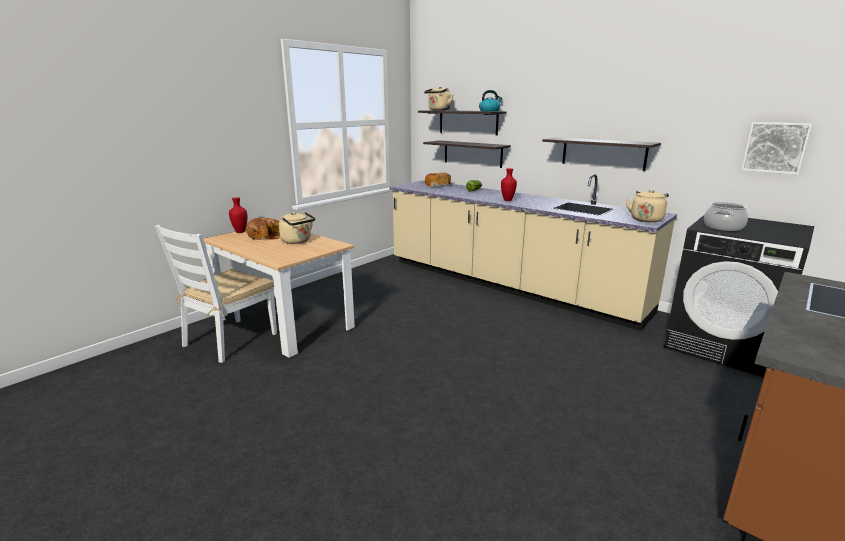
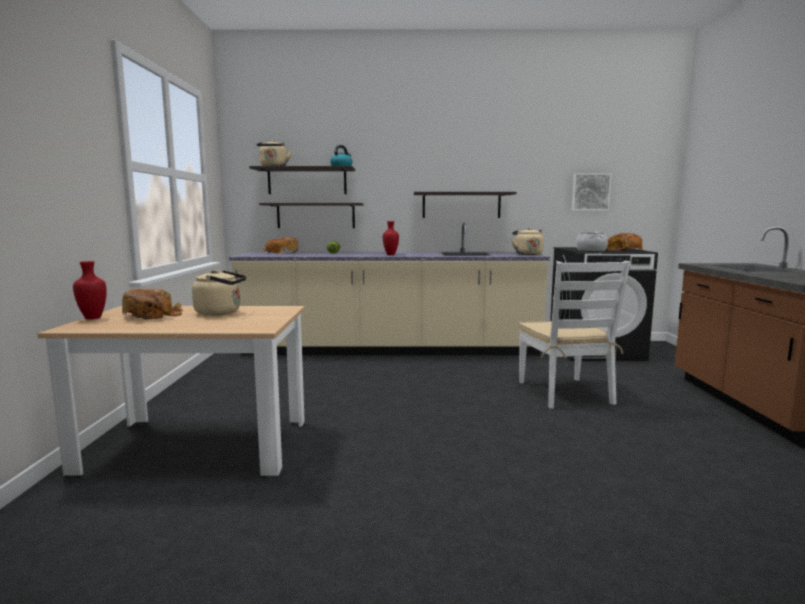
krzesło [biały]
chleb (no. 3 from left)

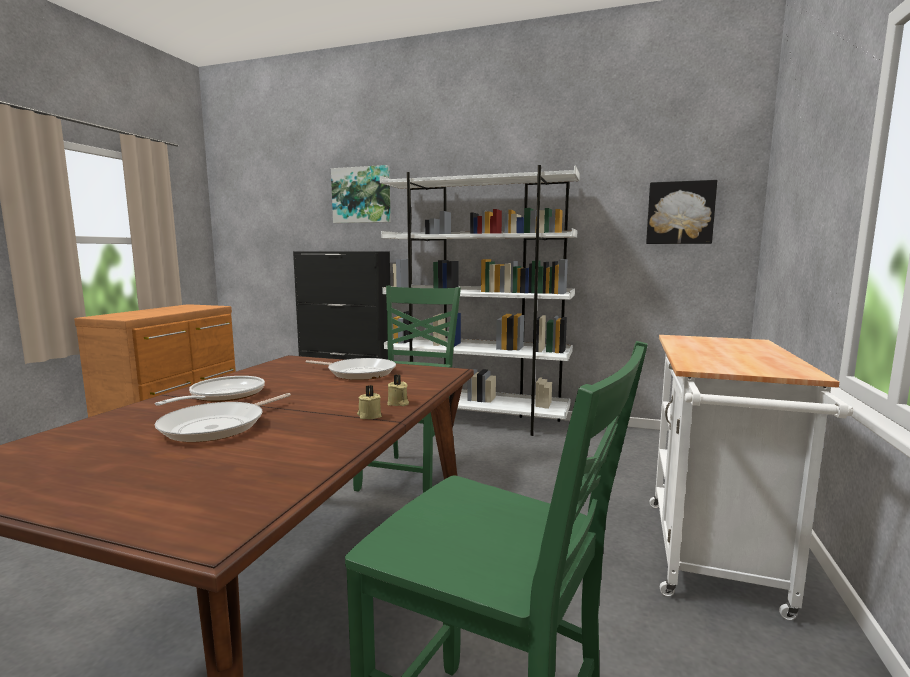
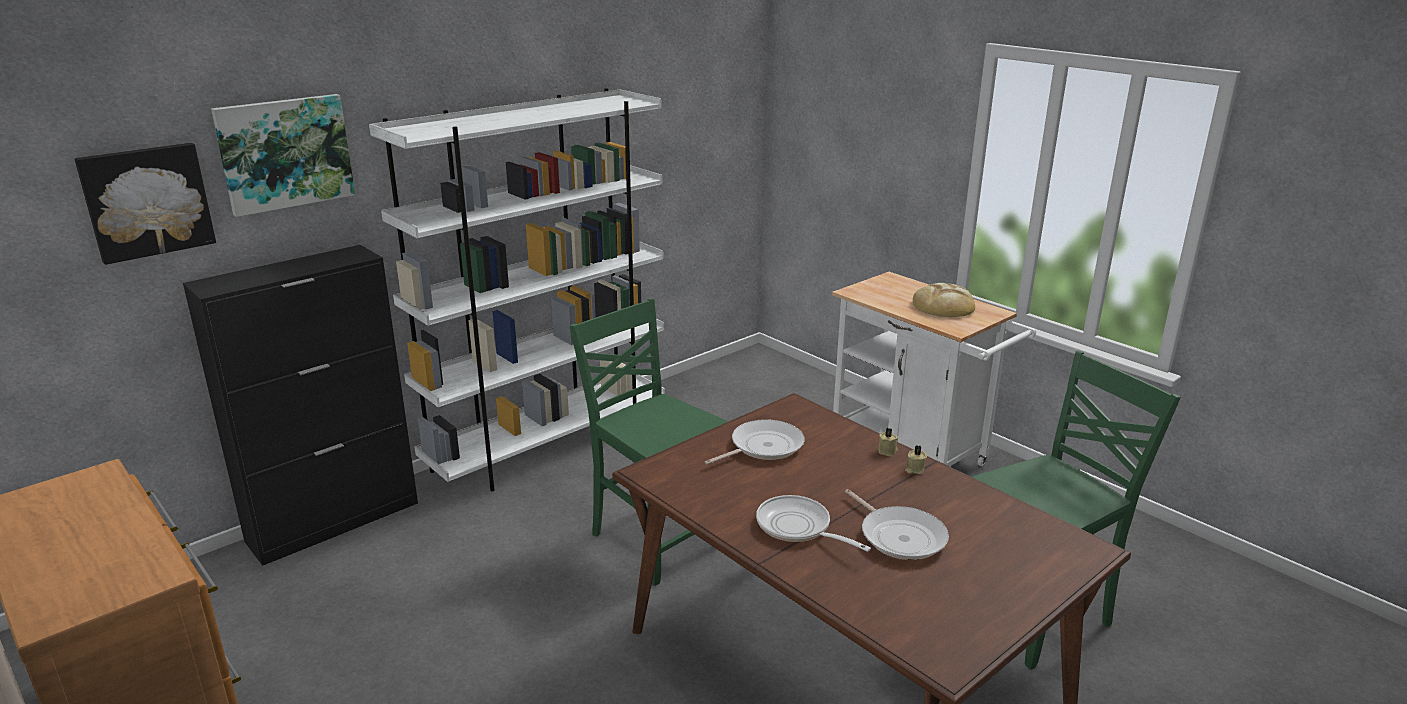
obraz (no. 1 from left)
chleb

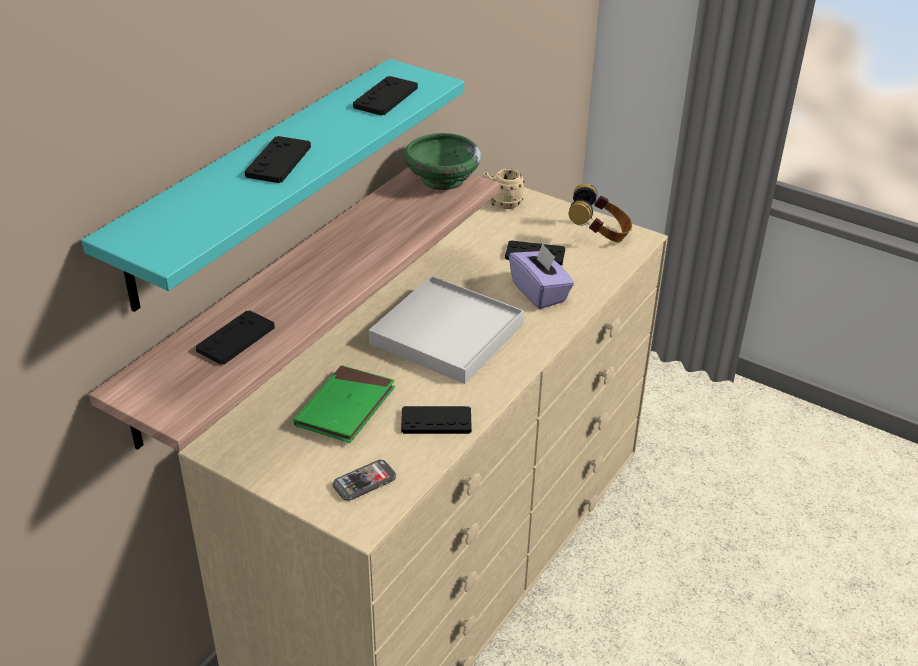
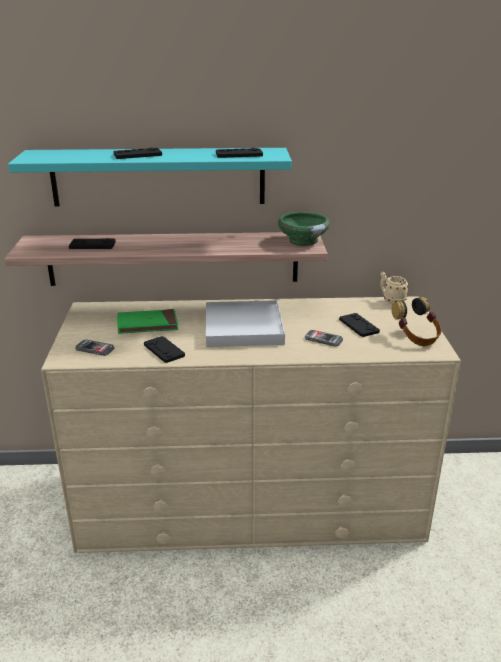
telefon (no. 2 from left)

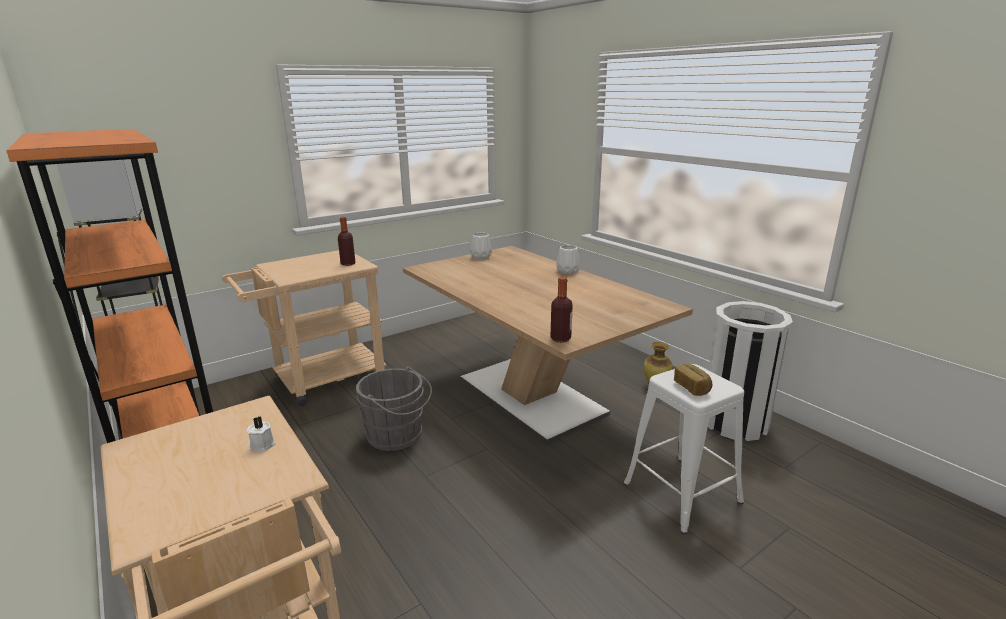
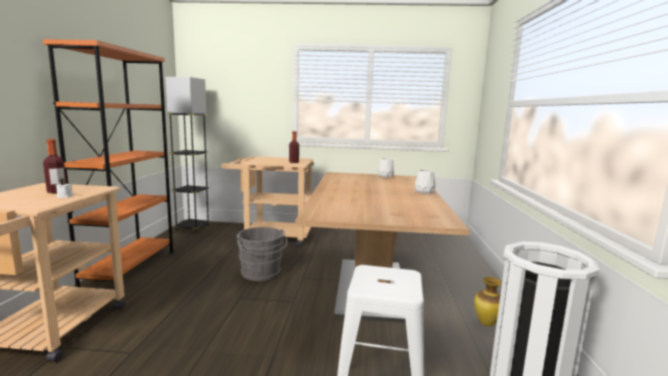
butelka (no. 1 from left)
chleb

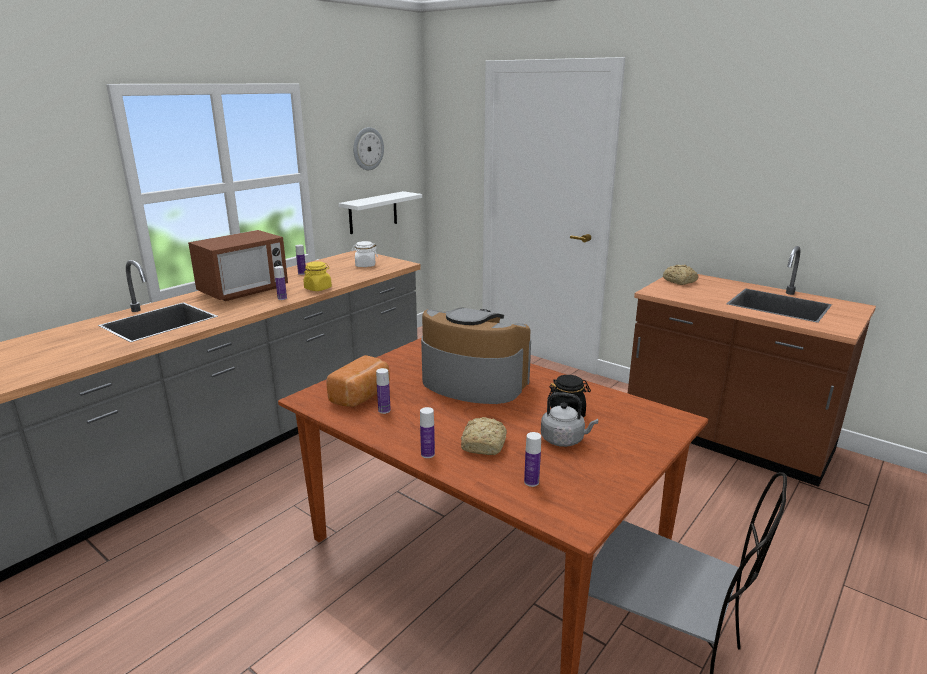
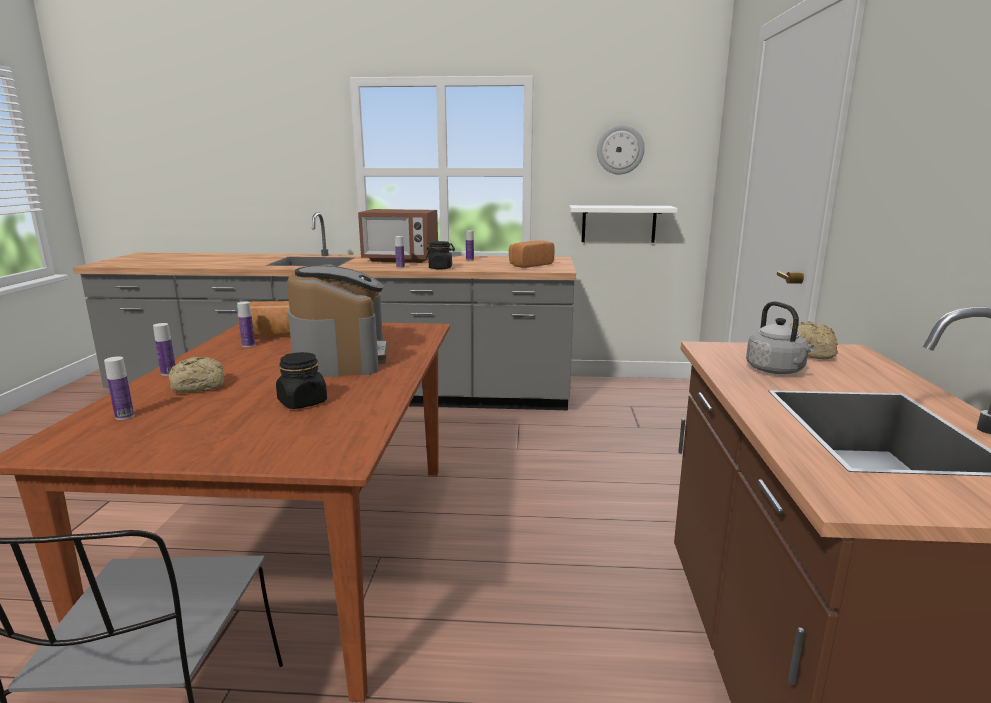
słoik [czarny] (no. 2 from left)
chleb (no. 3 from left)
czajnik [szary]

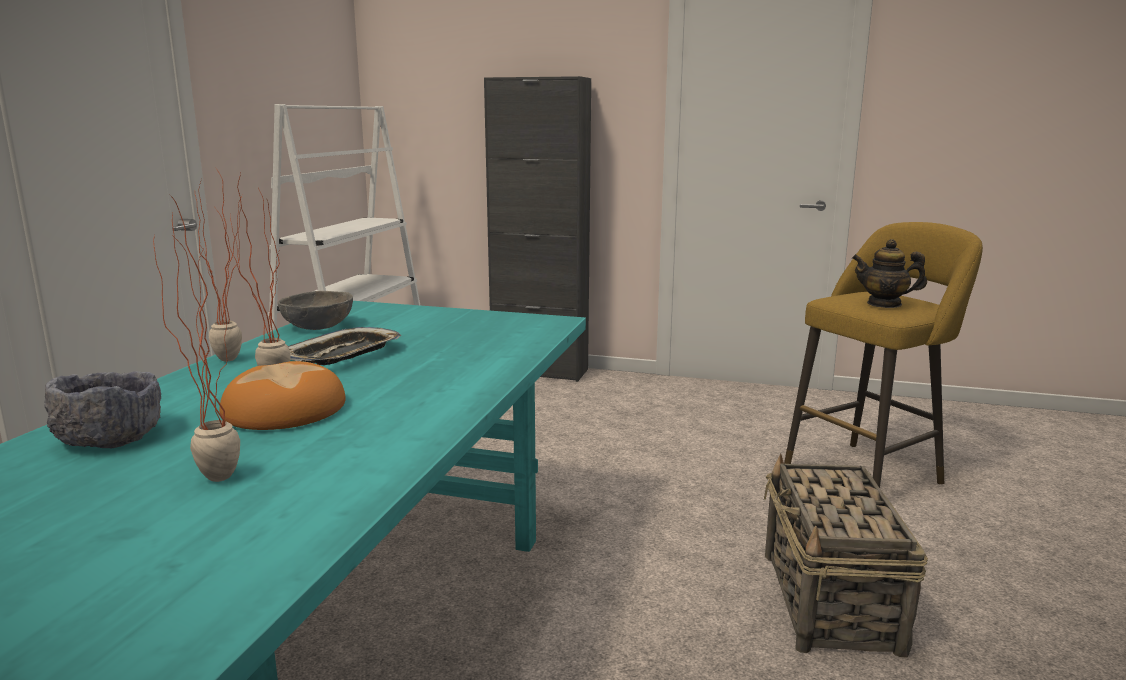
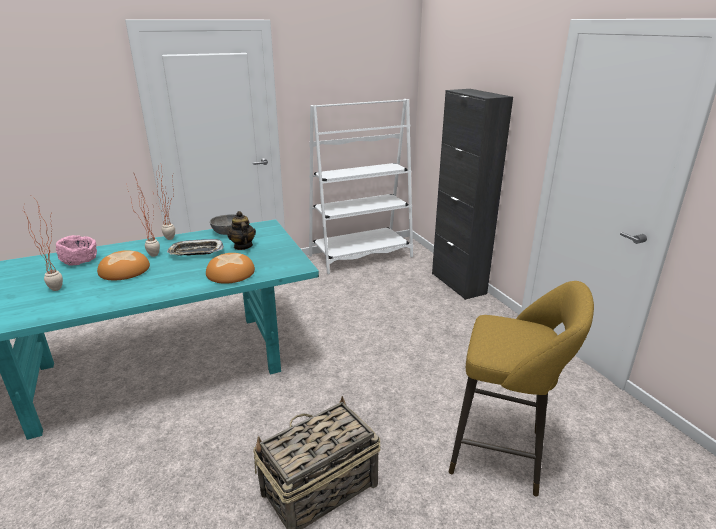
miska [różowy]
chleb (no. 2 from left)
imbryk

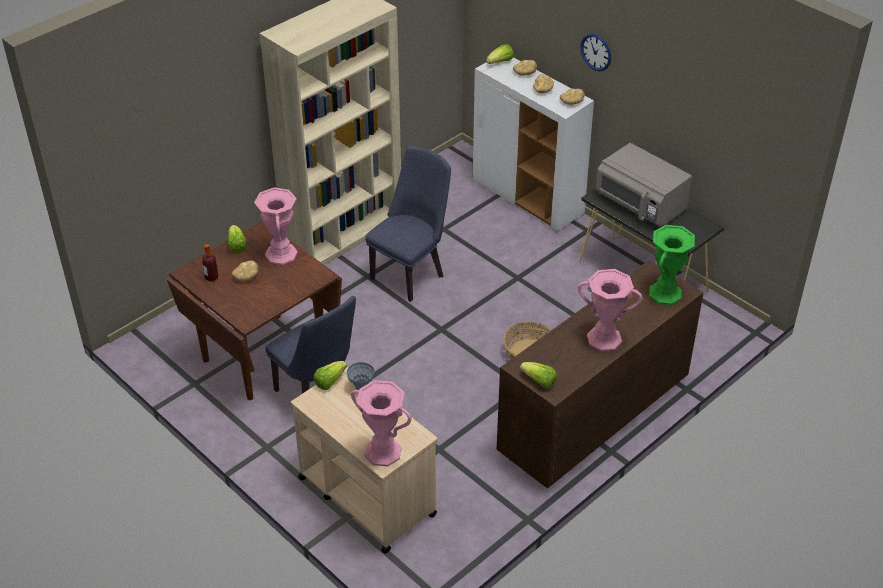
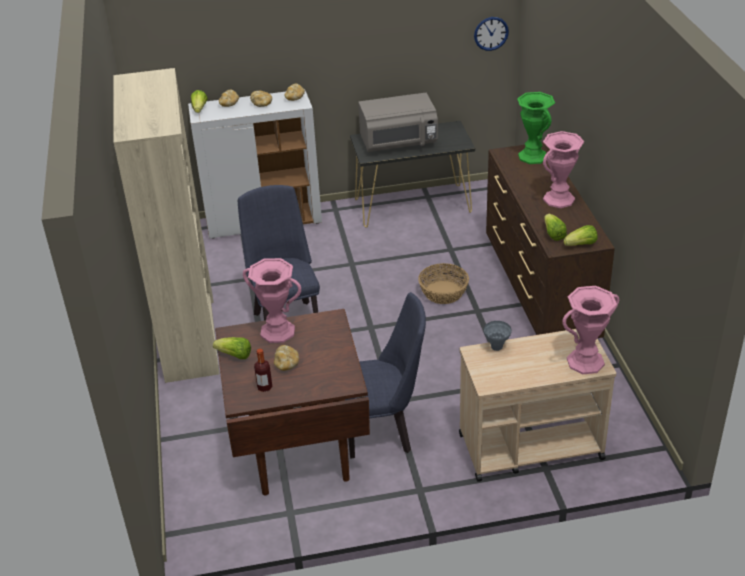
zegar ścienny
sałata (no. 3 from left)

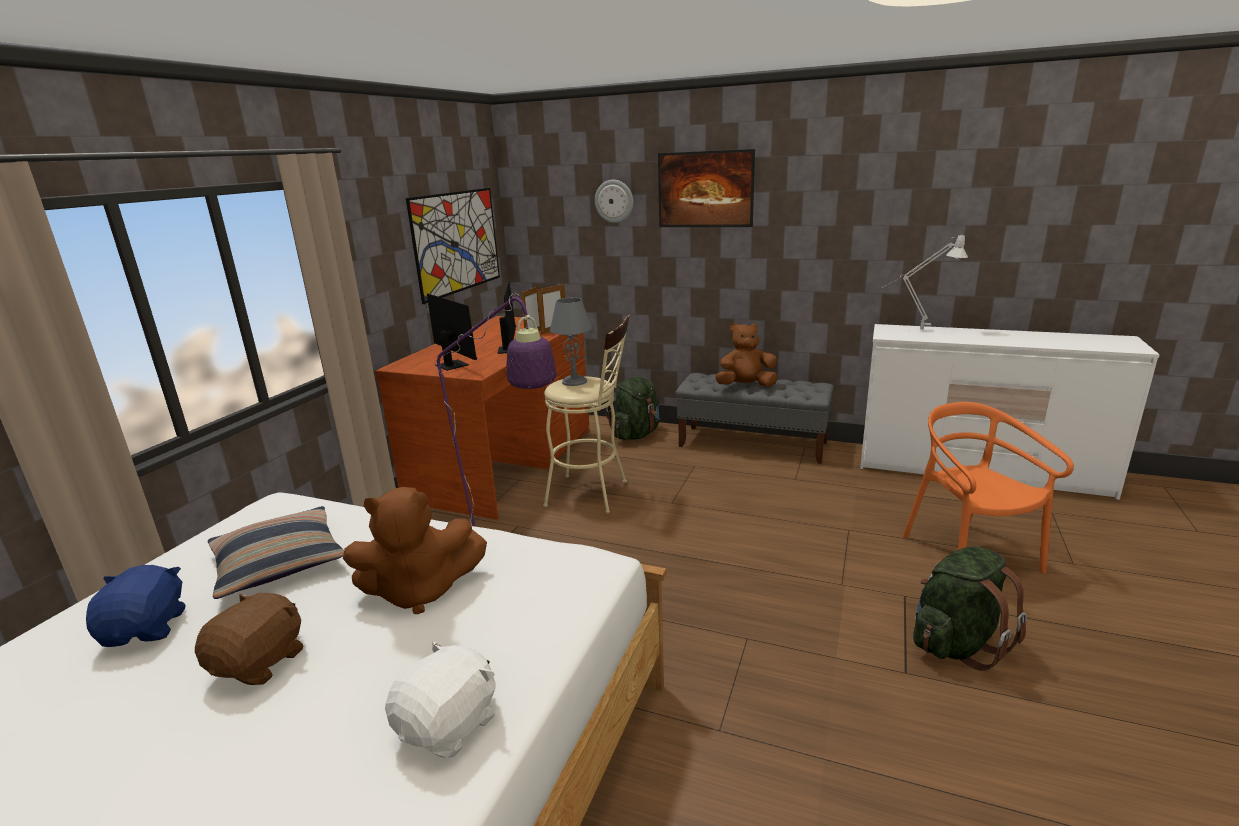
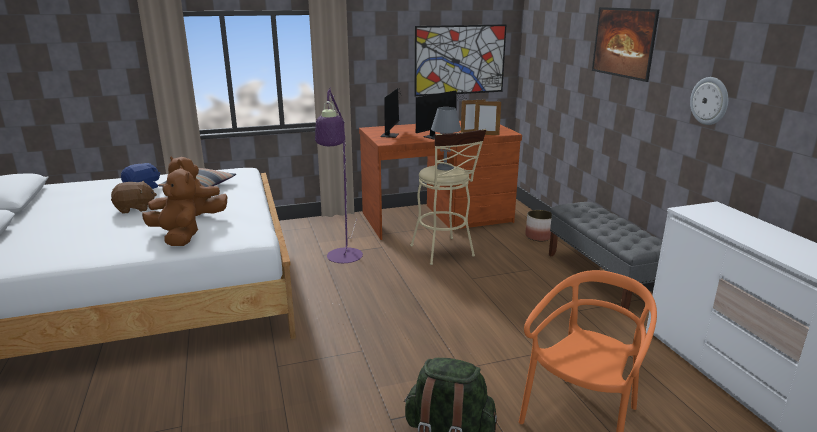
pluszak [brązowy] (no. 2 from left)
donica
zegar ścienny
pluszak [biały]
lampa stołowa [szary] (no. 2 from left in the first image)

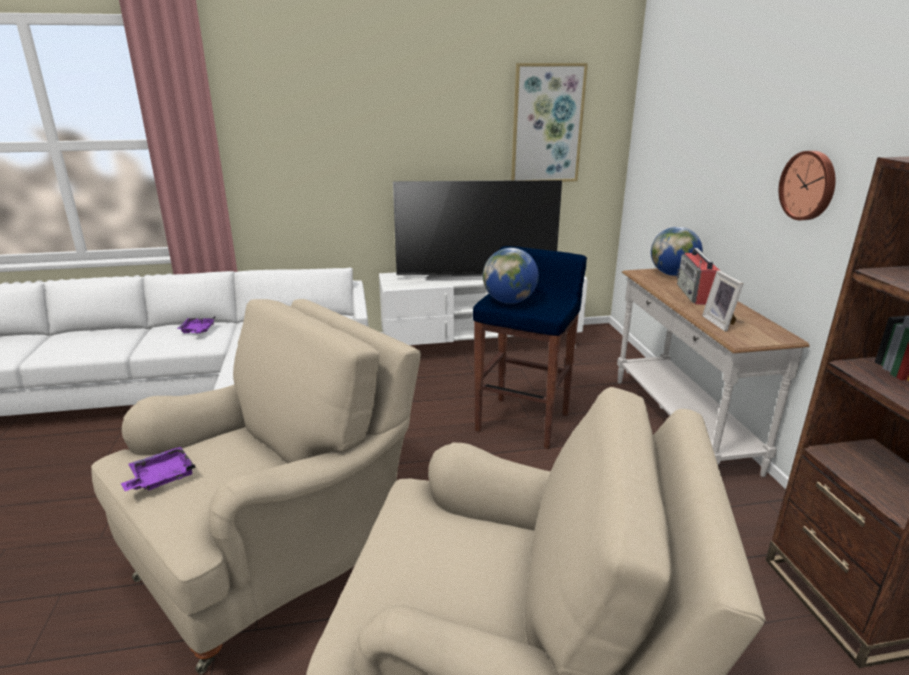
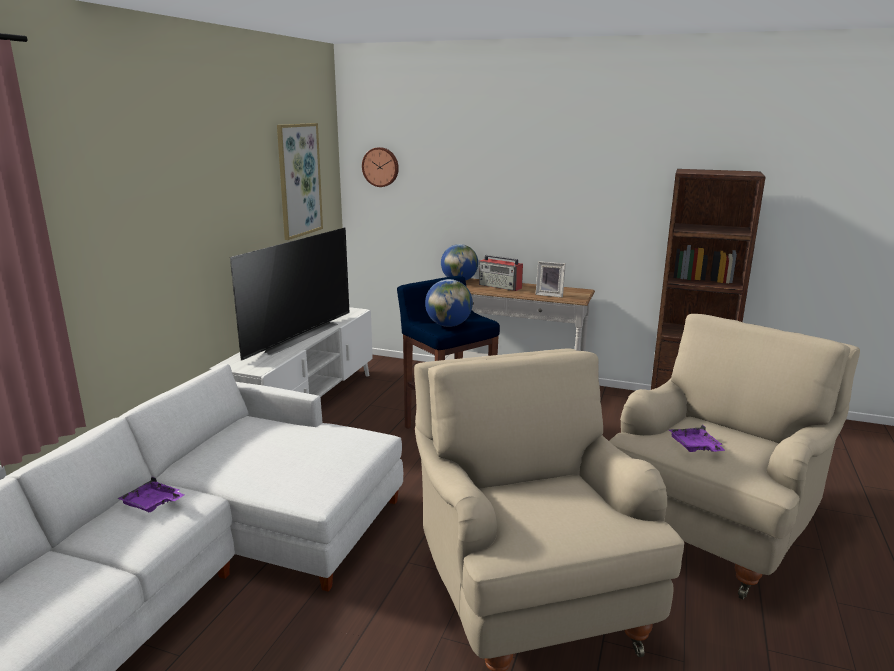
zegar ścienny
taca [fioletowy] (no. 2 from left)

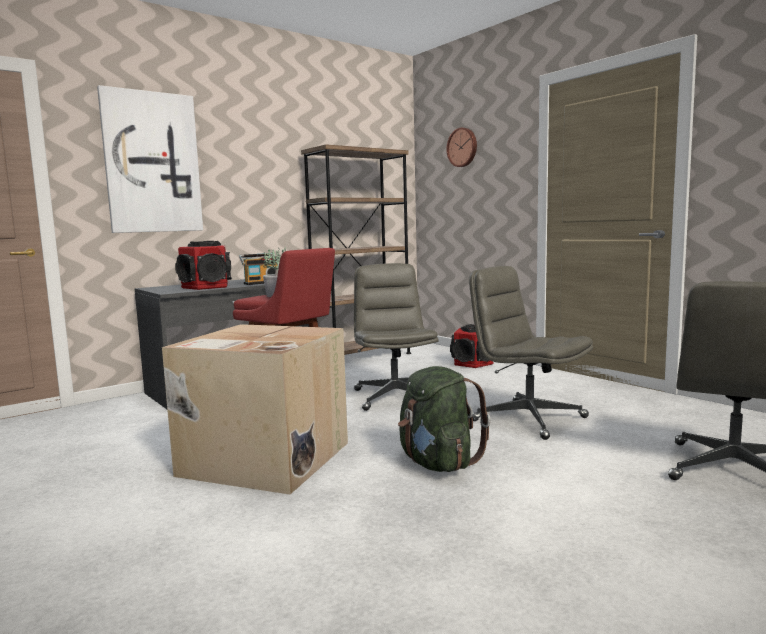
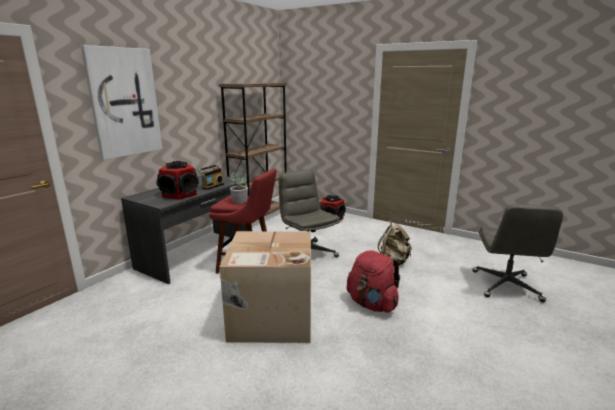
plecak [czerwony]
plecak [beżowy]
zegar ścienny

